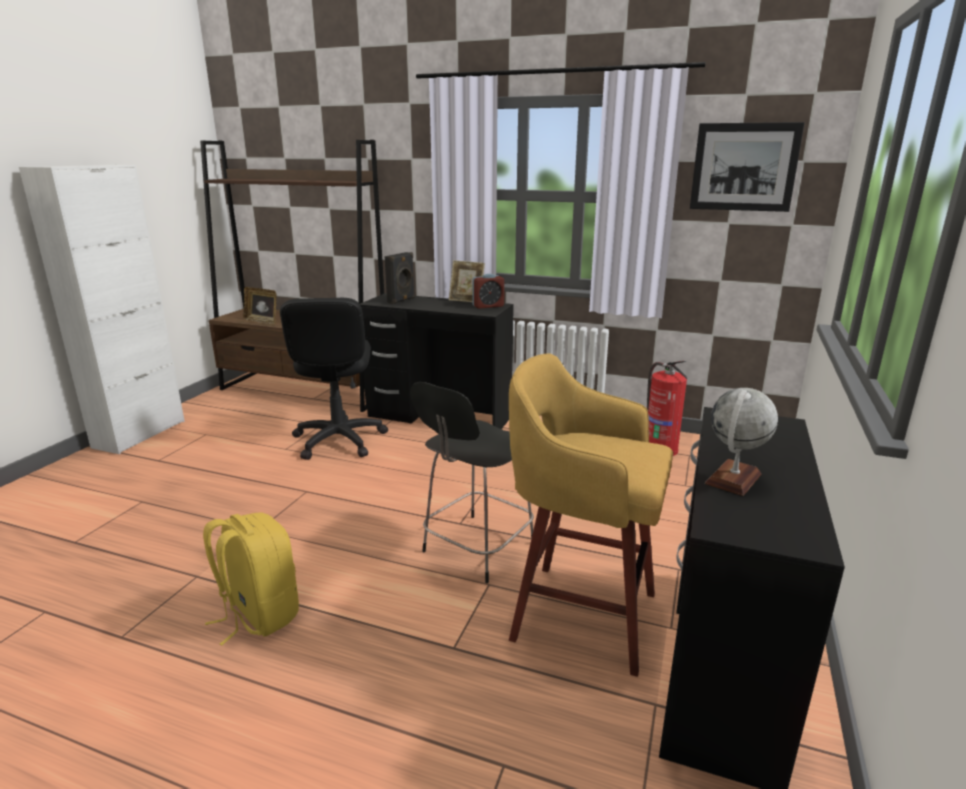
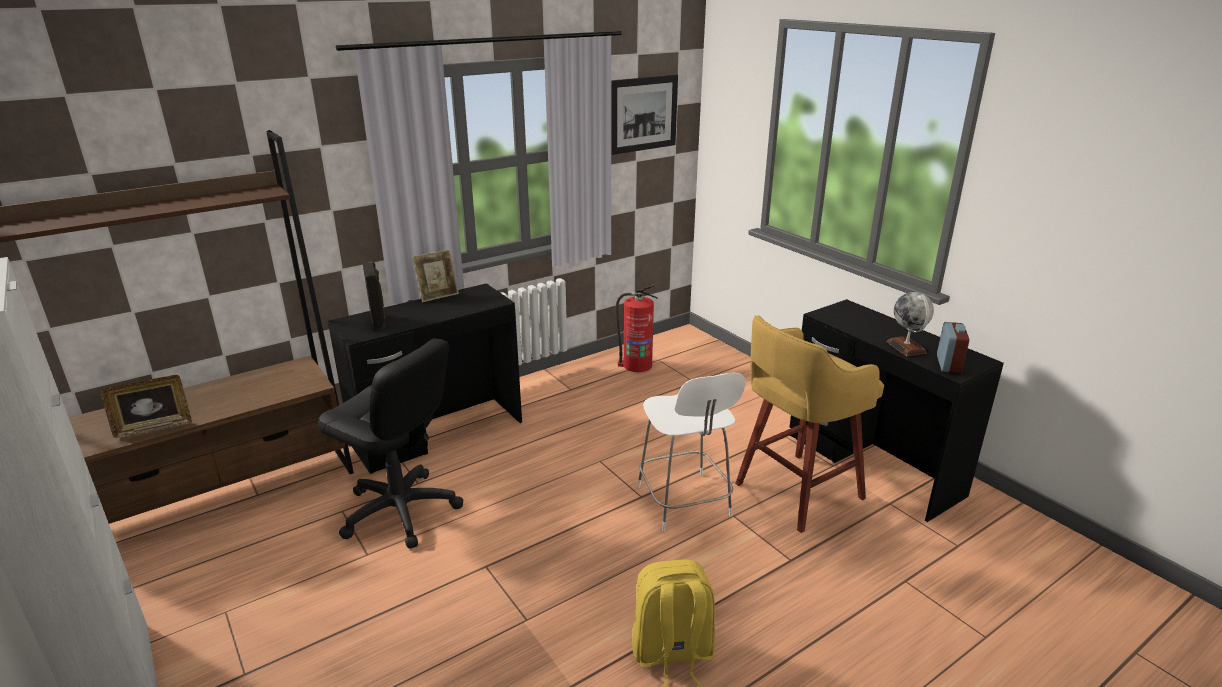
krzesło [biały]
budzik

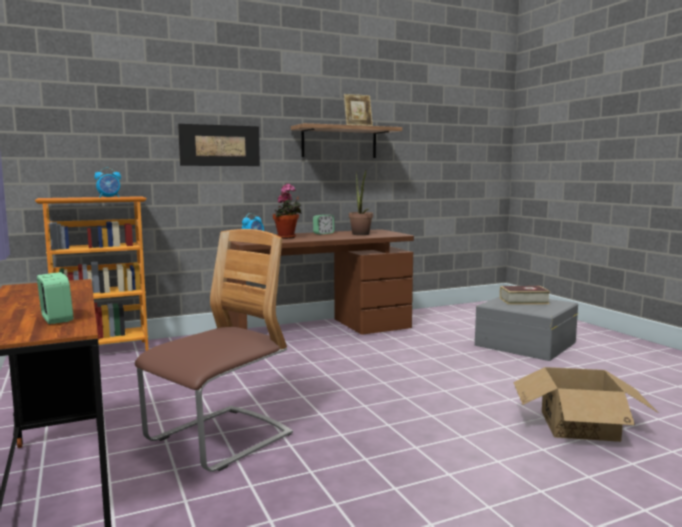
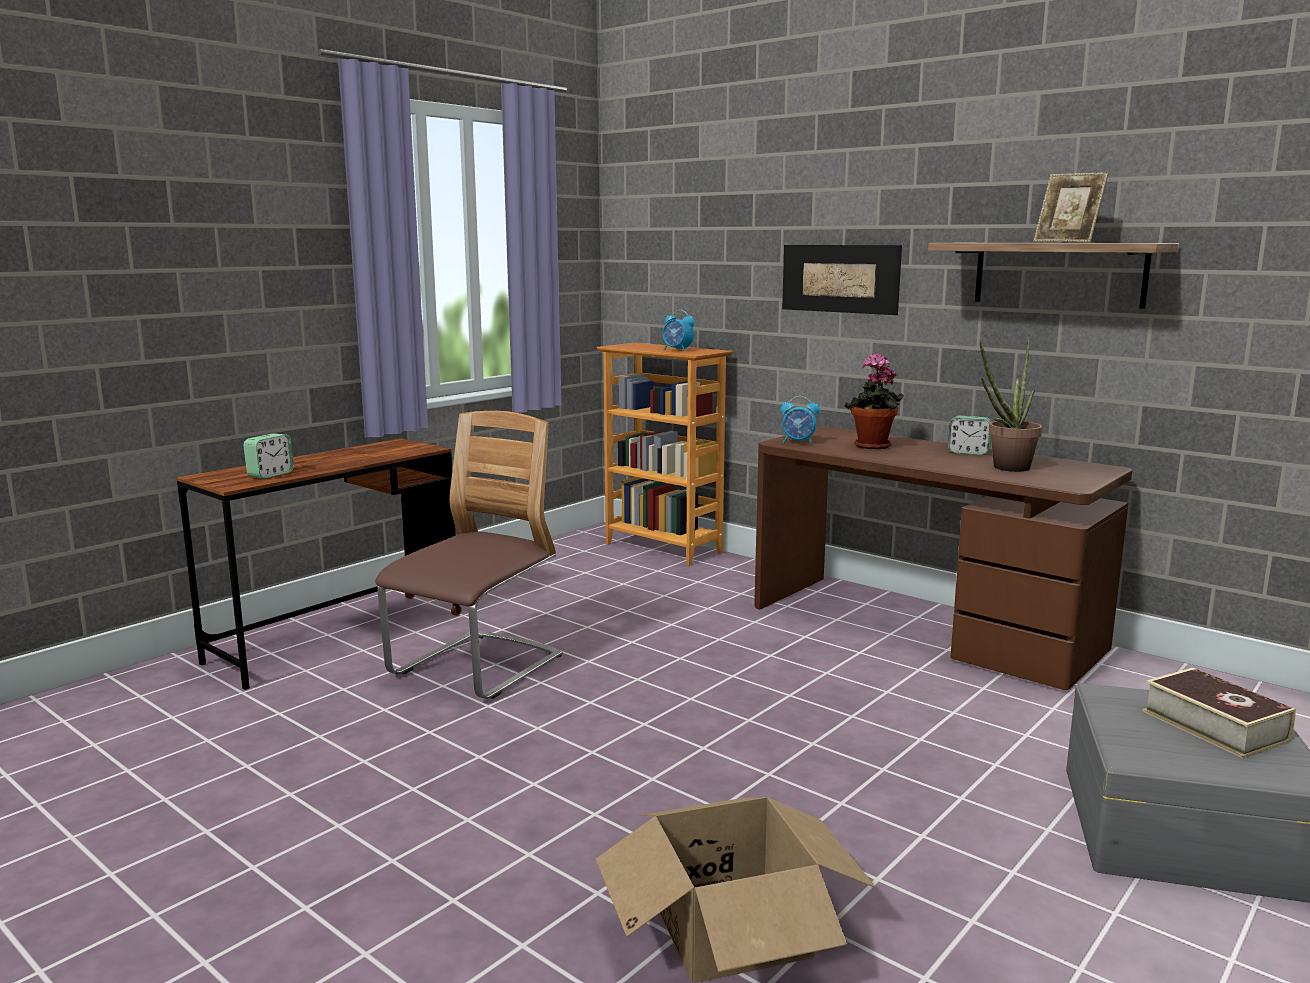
krzesło

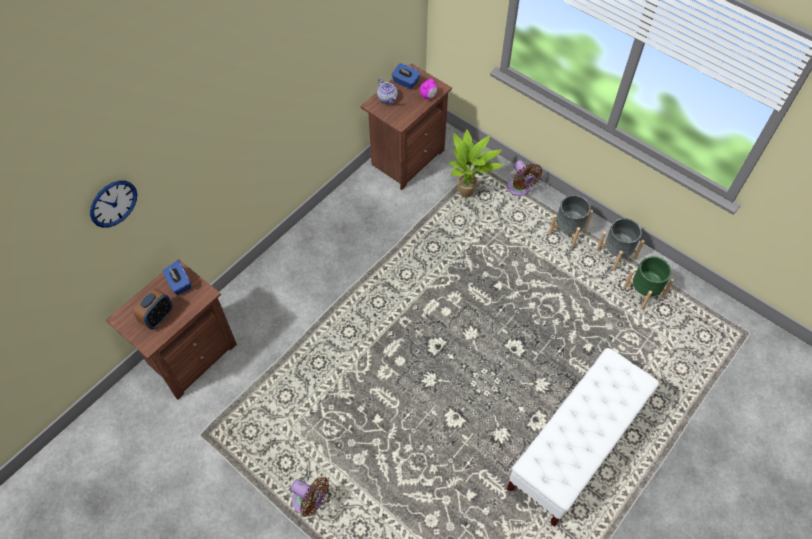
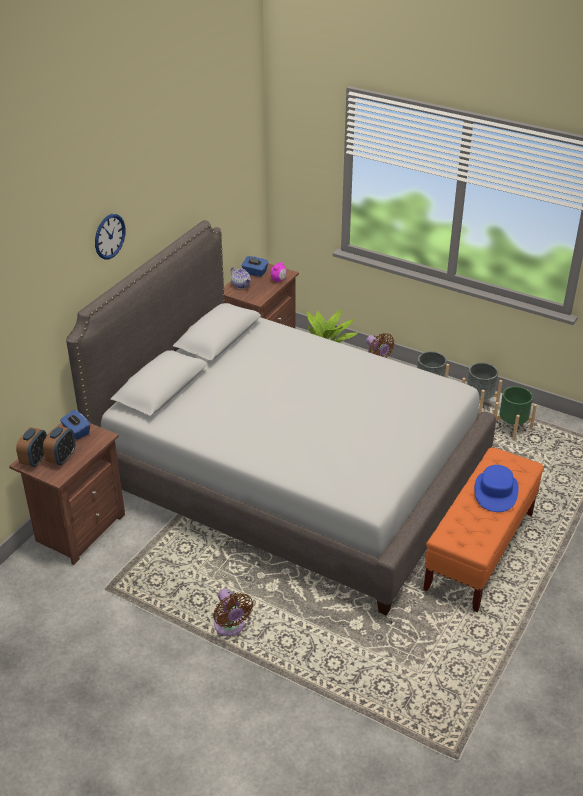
budzik (no. 1 from left)
łóżko [szary]
zegar ścienny
wentylator [brązowy] (no. 1 from left)
ławka [pomarańczowy]
kapelusz [niebieski]

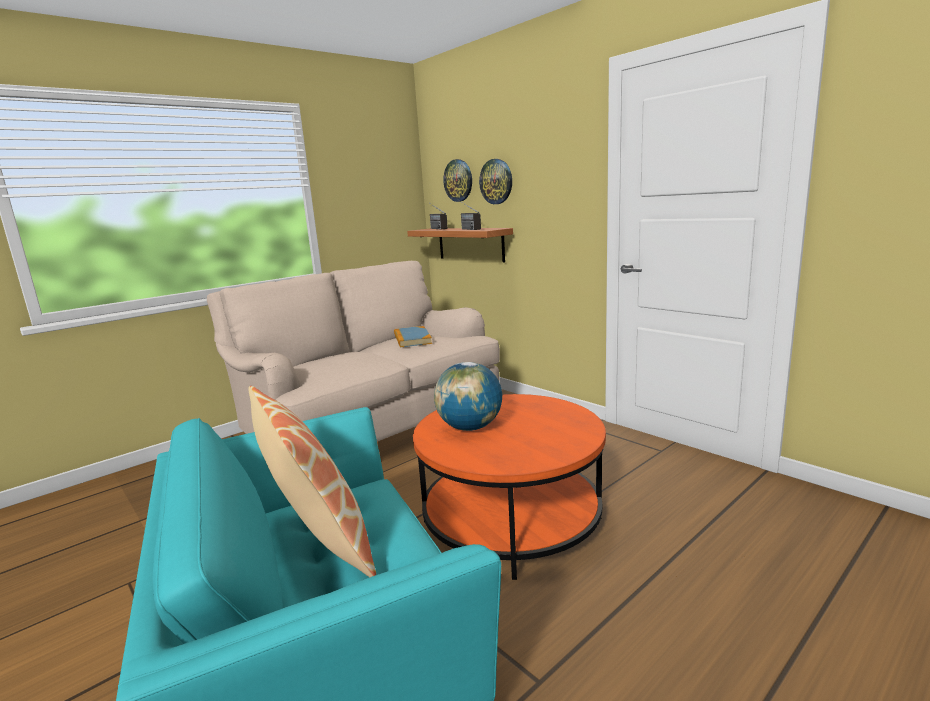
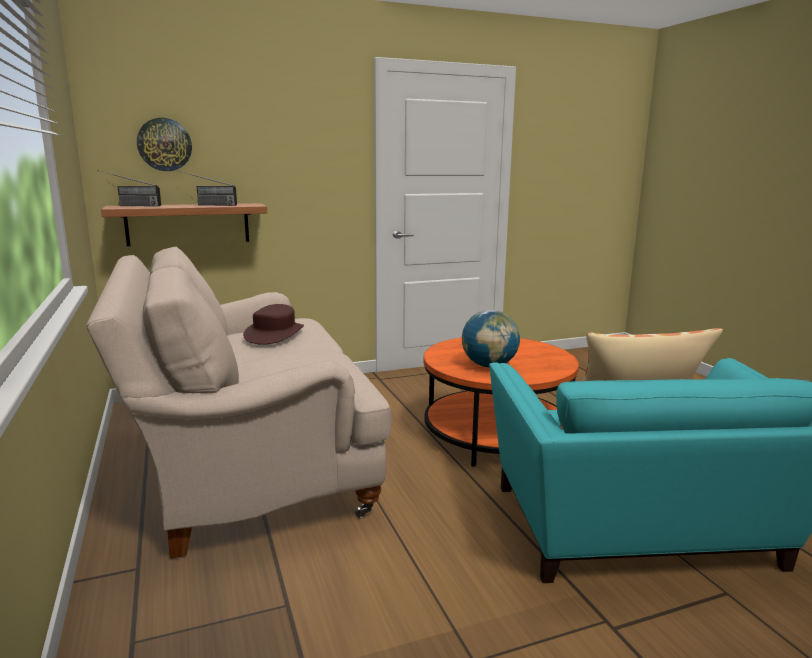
kapelusz [brązowy]
zegar ścienny (no. 2 from left in the first image)

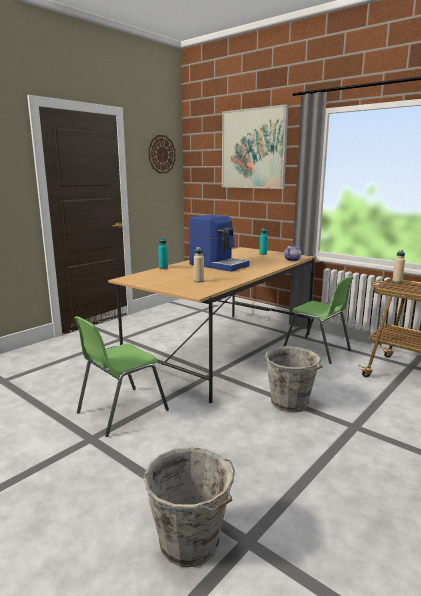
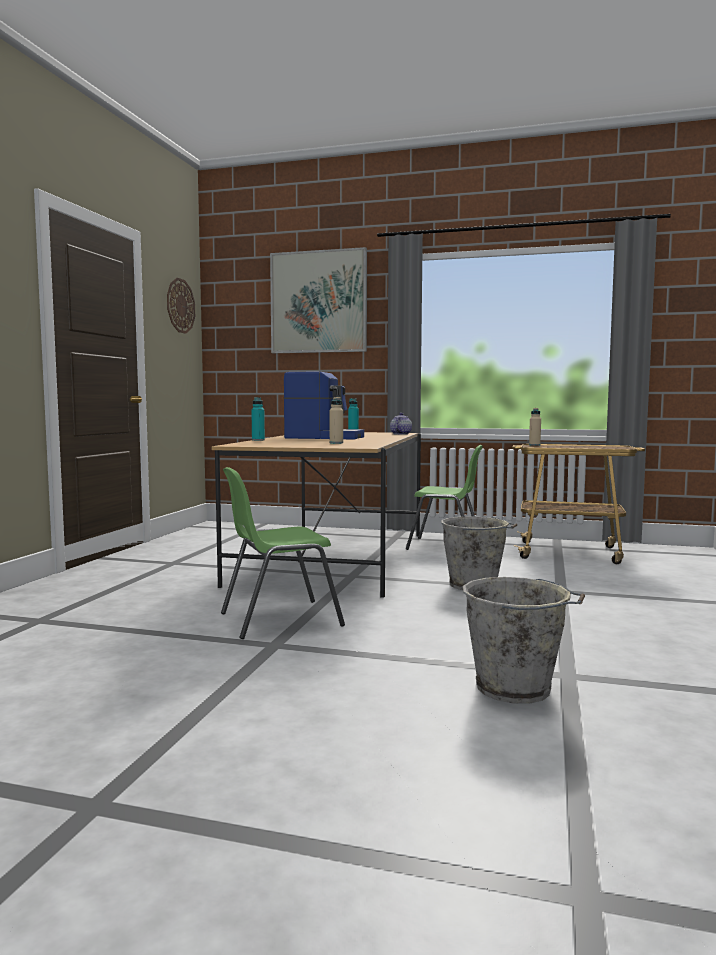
krzesło [zielony] (no. 1 from left)

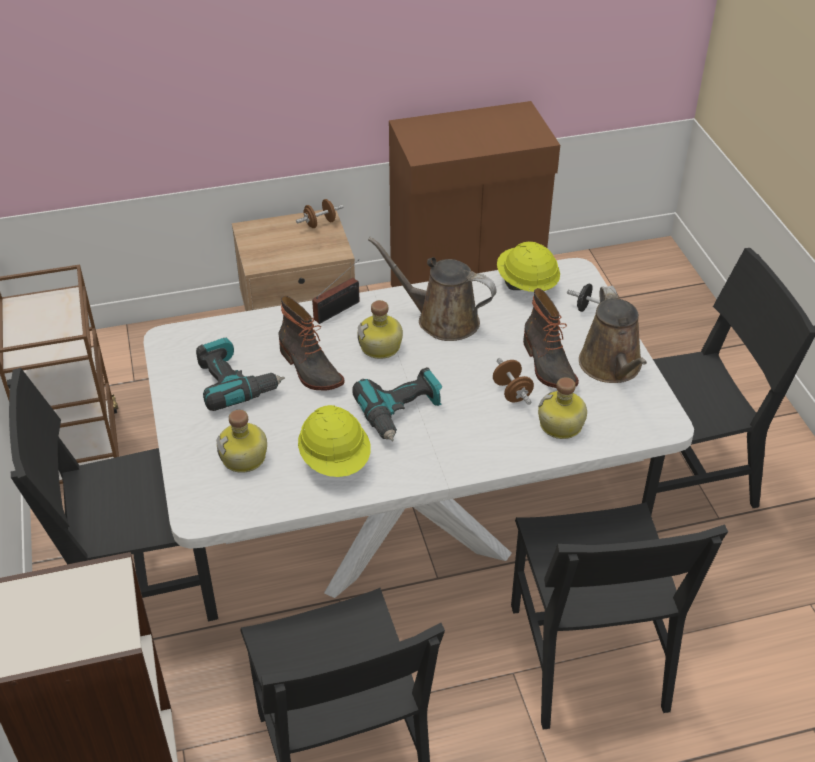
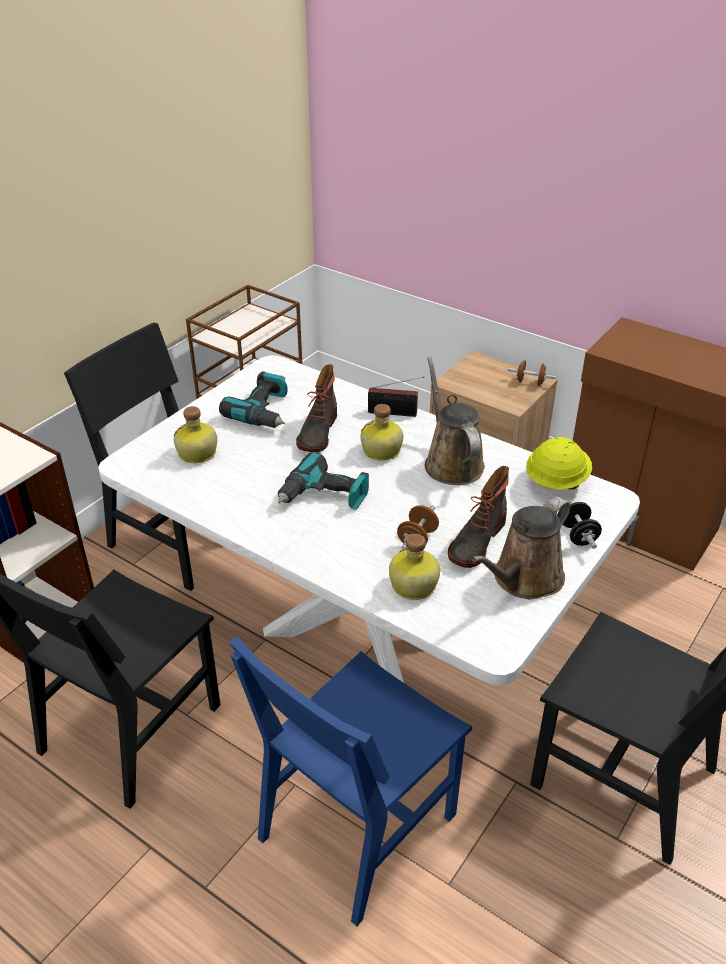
krzesło [niebieski]
kask [żółty] (no. 1 from left in the first image)

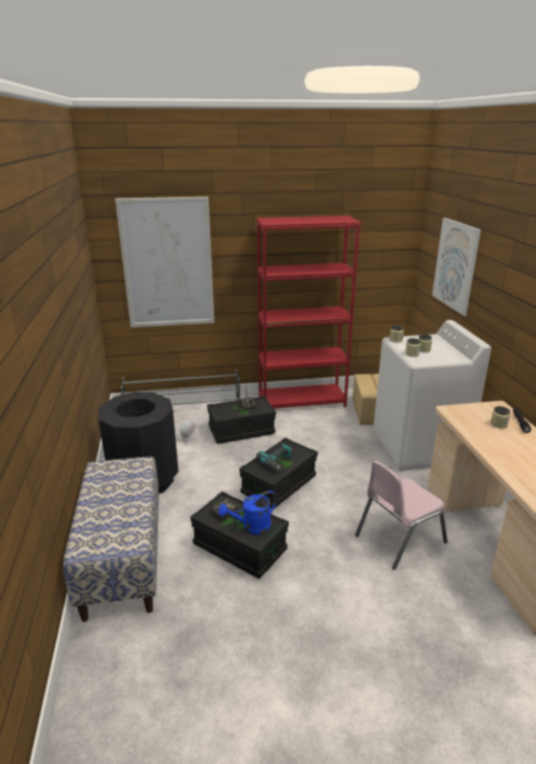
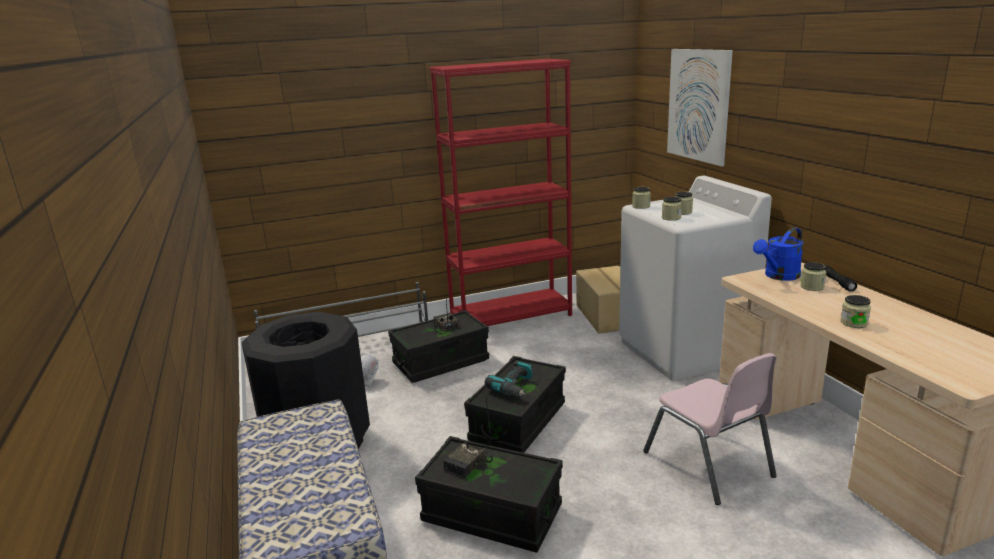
krzesło [różowy]
konewka [niebieski]
słoik (no. 5 from left)
obraz (no. 1 from left in the first image)

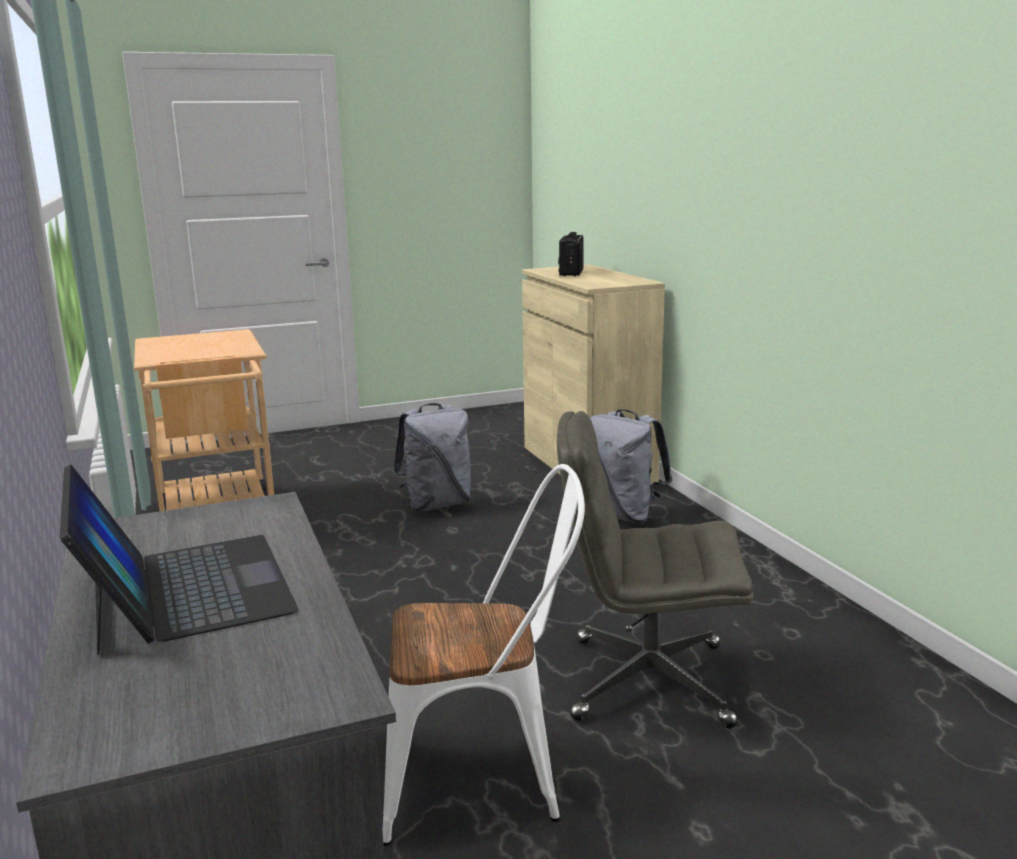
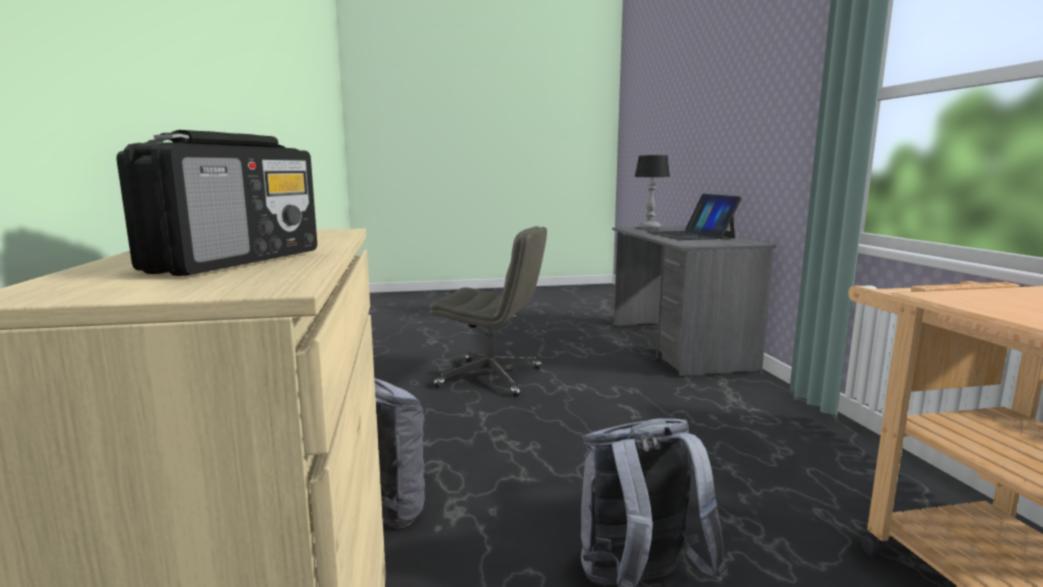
lampa stołowa
krzesło [biały]

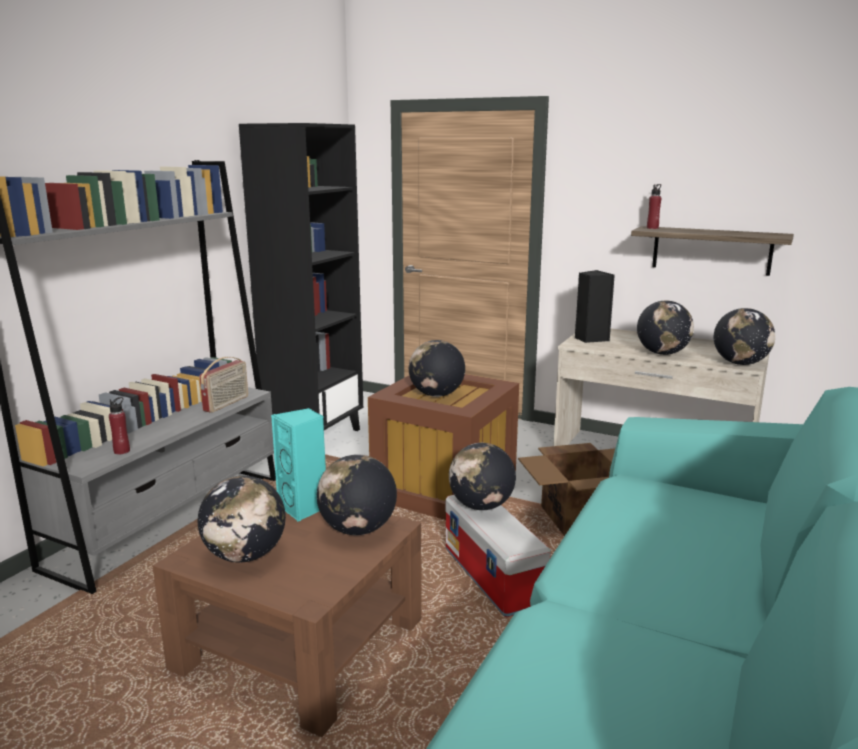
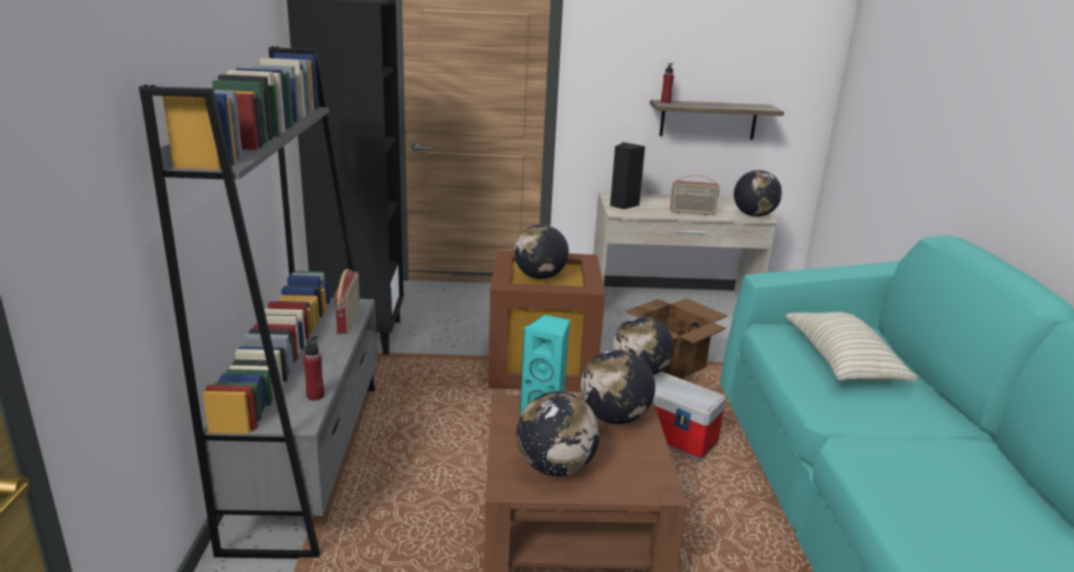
radio (no. 2 from left)
poduszka

